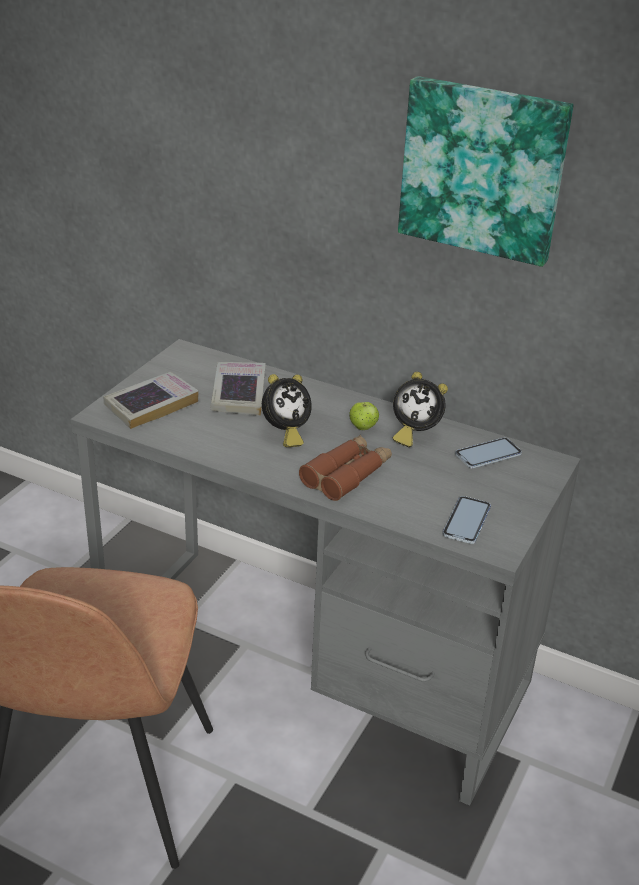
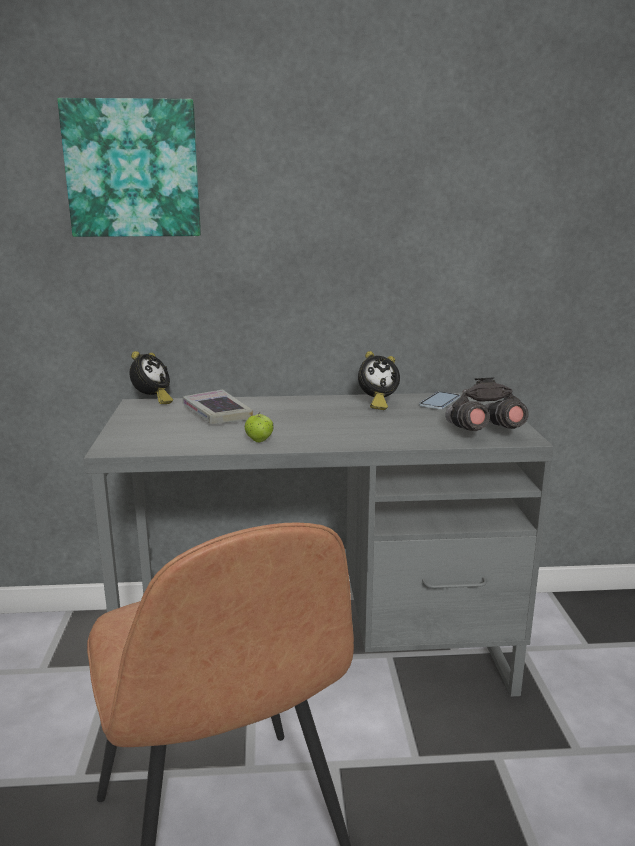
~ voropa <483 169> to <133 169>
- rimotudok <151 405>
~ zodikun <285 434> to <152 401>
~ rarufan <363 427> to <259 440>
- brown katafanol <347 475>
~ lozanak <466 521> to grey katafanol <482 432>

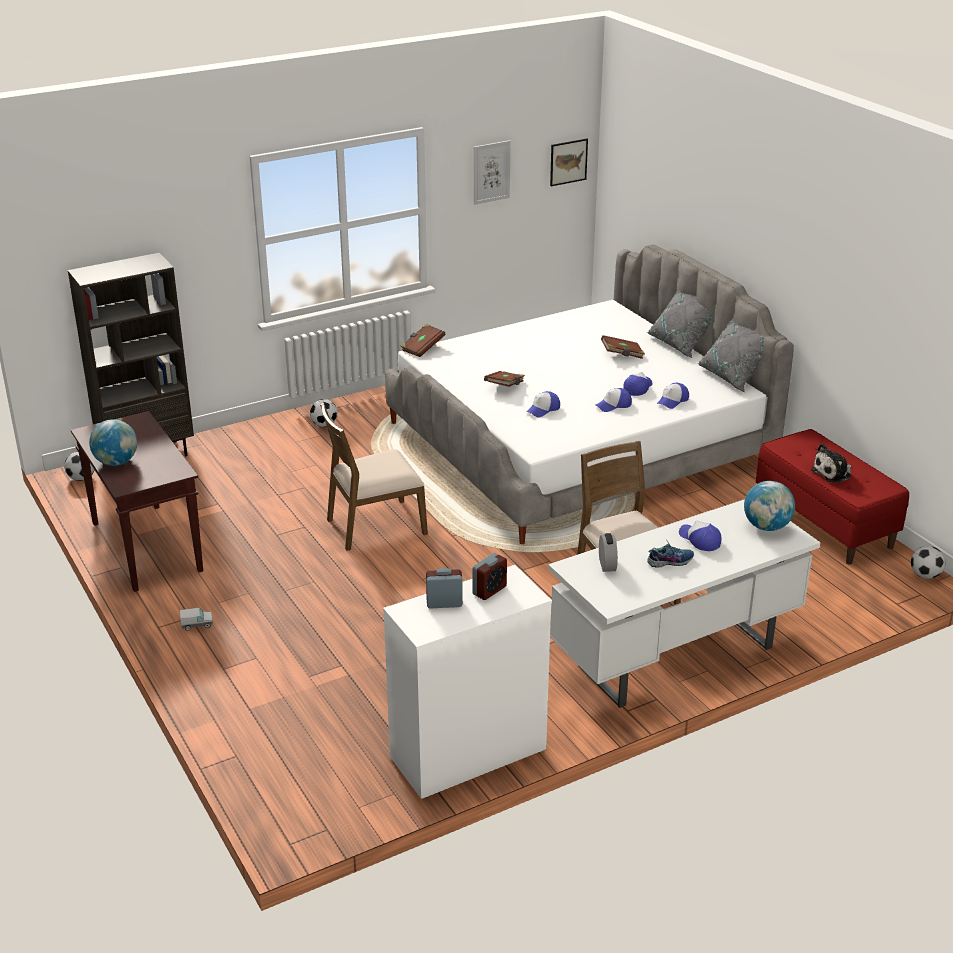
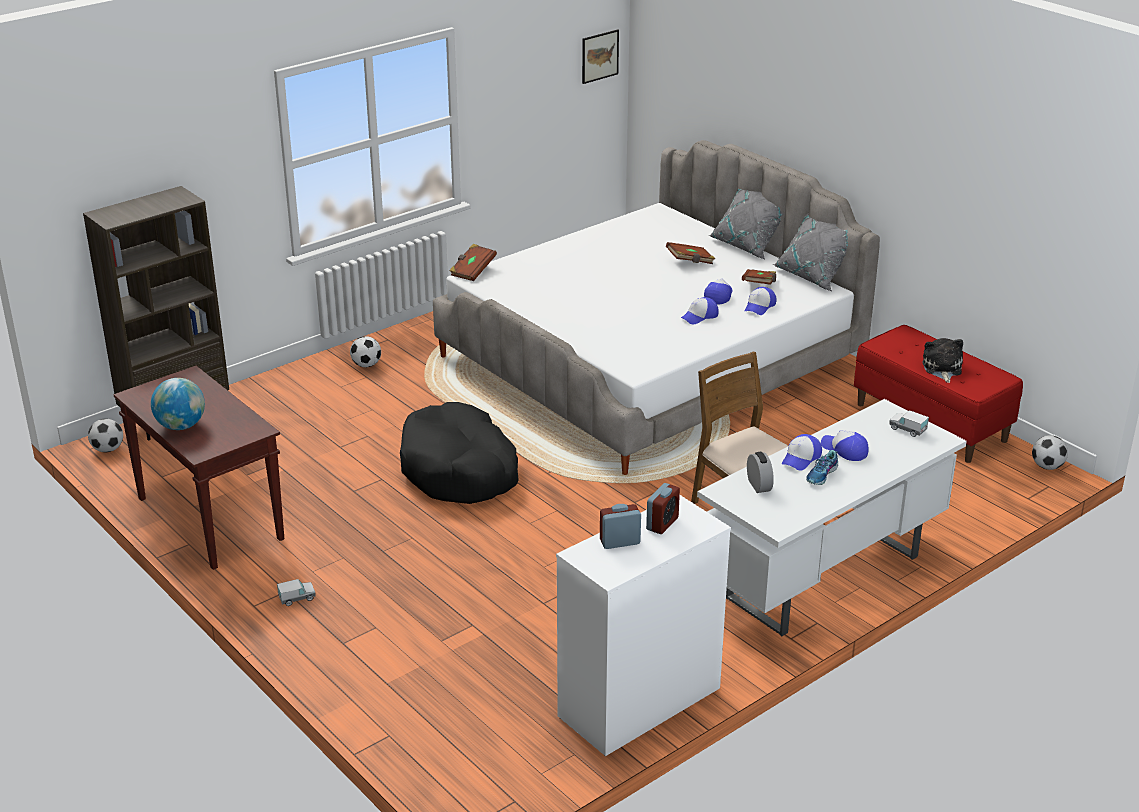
- voropa <491 172>
~ brown rimotudok <505 386> to <759 285>
~ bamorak <543 409> to <801 458>
~ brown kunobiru <375 526> to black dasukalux <459 470>
~ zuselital <833 473> = <942 368> 135 degrees clockwise
~ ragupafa <766 526> to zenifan <907 430>
~ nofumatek <670 561> = <822 475> 150 degrees clockwise

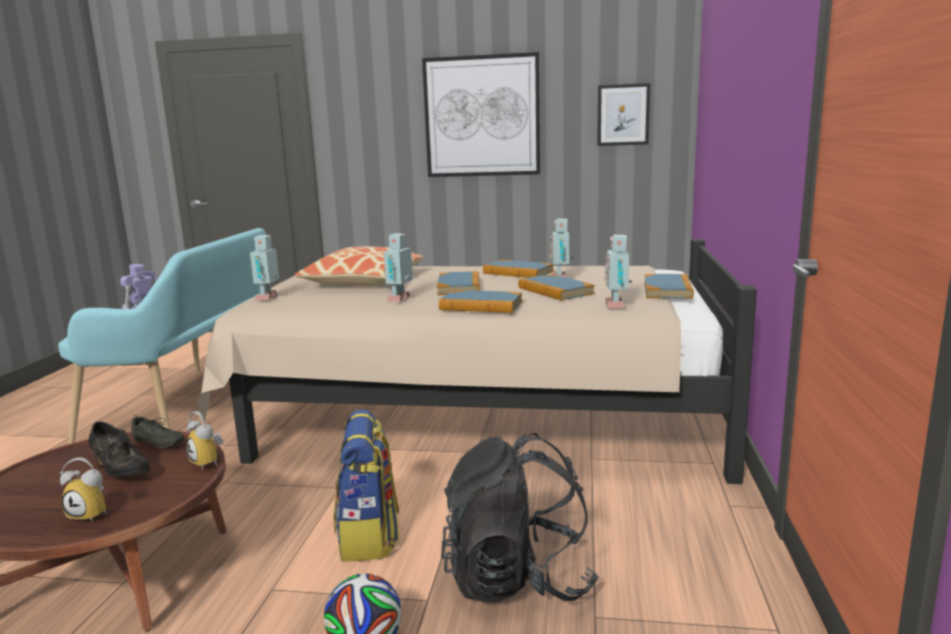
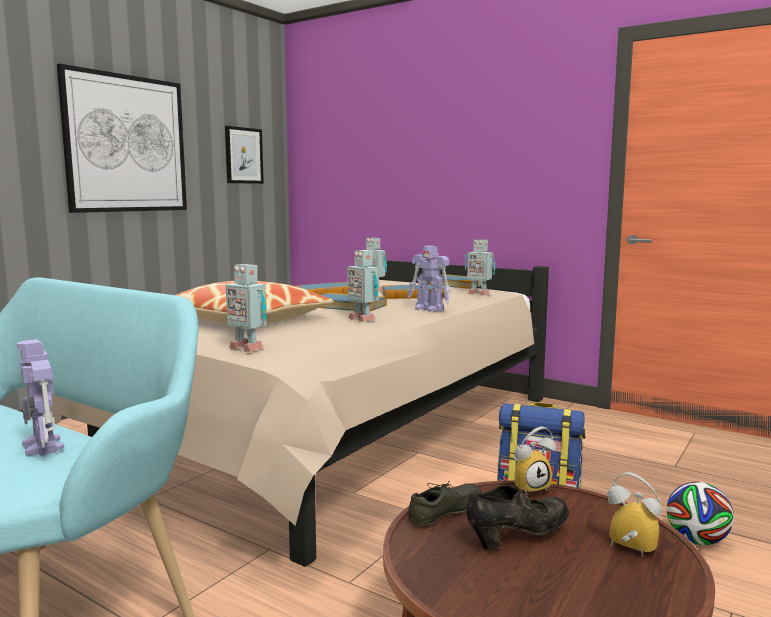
~ rimotudok <481 305> to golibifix <429 309>
- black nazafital <517 579>
~ zodikun <93 514> = <628 551> 90 degrees counterclockwise

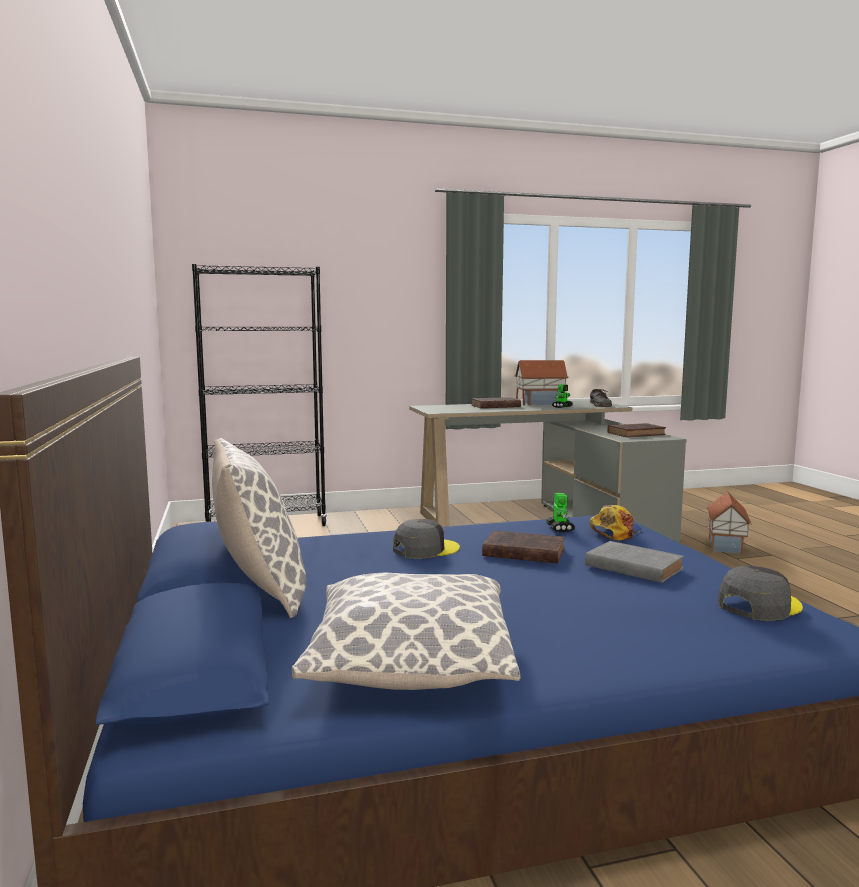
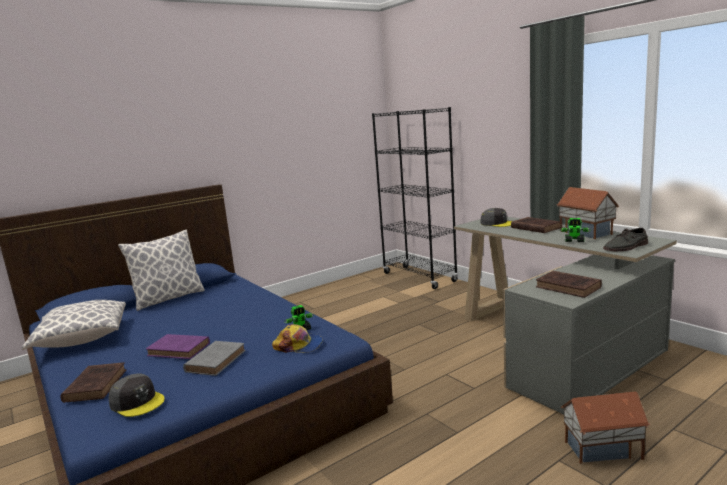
~ grey bamorak <425 549> to <497 223>
~ brown rimotudok <521 552> to <96 385>
+ purple rimotudok <180 350>

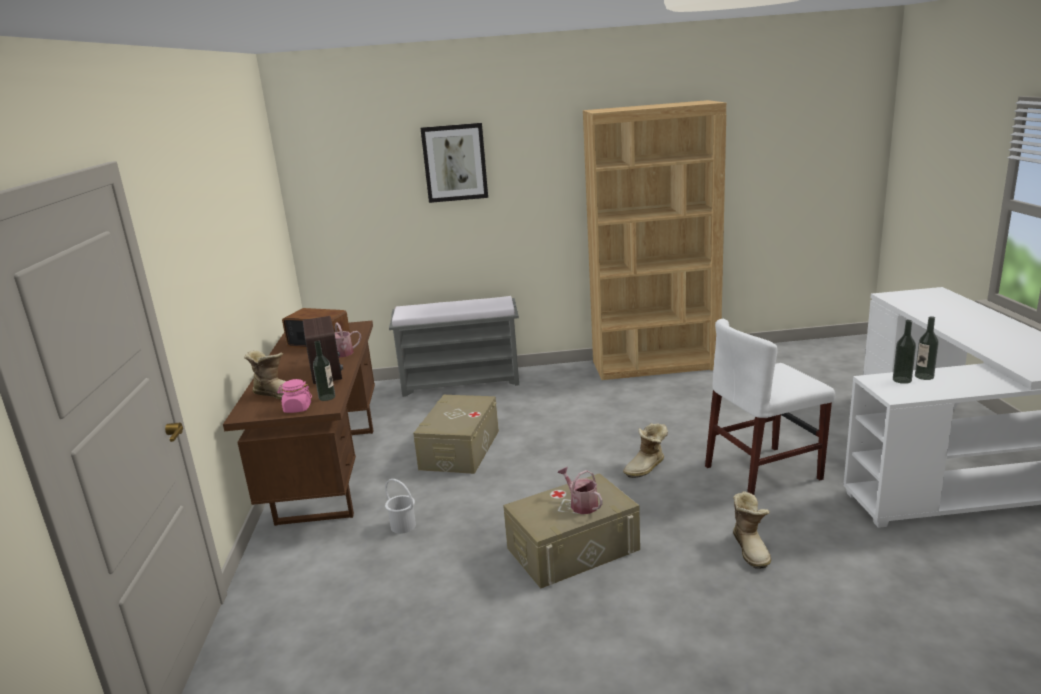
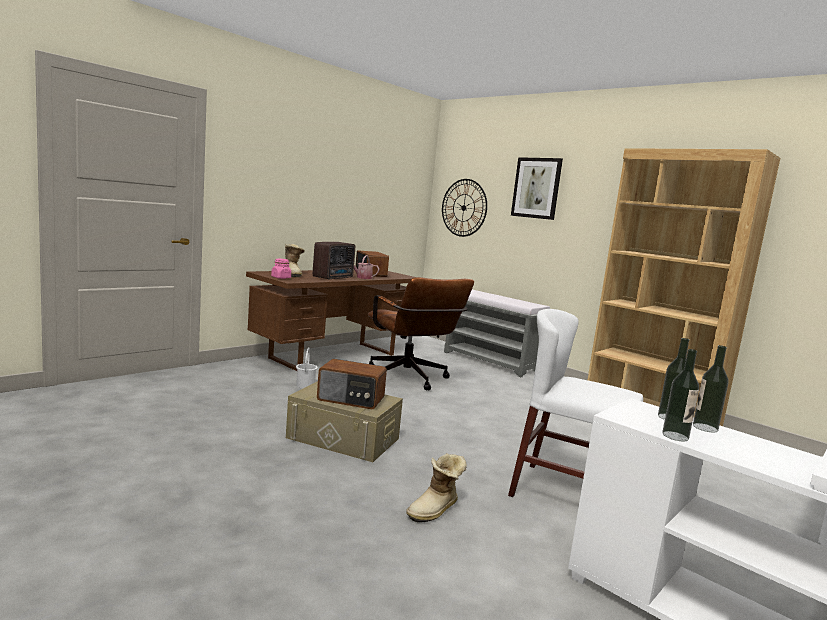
~ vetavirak <327 397> to <675 436>
~ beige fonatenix <460 450> to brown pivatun <410 380>
- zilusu <647 468>
~ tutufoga <581 504> to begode <351 399>
+ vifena <464 207>

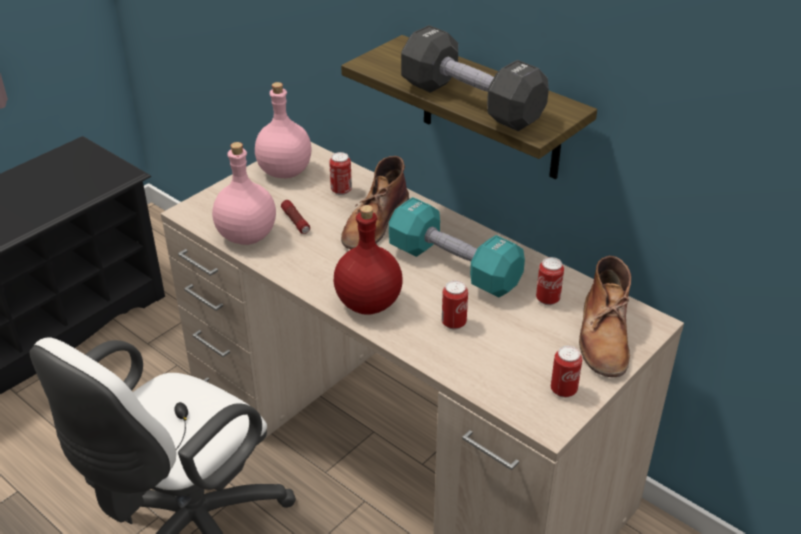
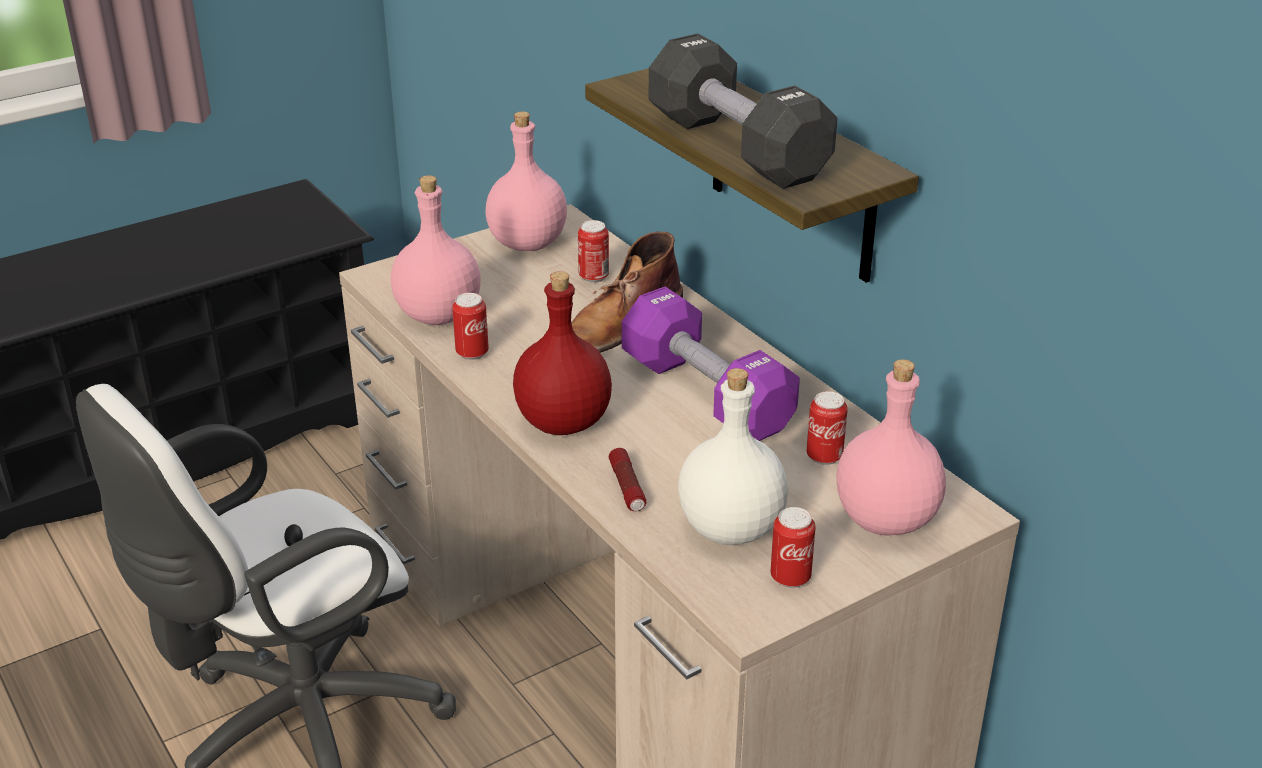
~ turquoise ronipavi <453 267> to purple ronipavi <706 395>
~ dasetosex <296 222> to <627 488>
~ brown zilusu <604 336> to pink vetavirak <886 518>
~ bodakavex <453 323> to <472 353>
+ white vetavirak <729 529>

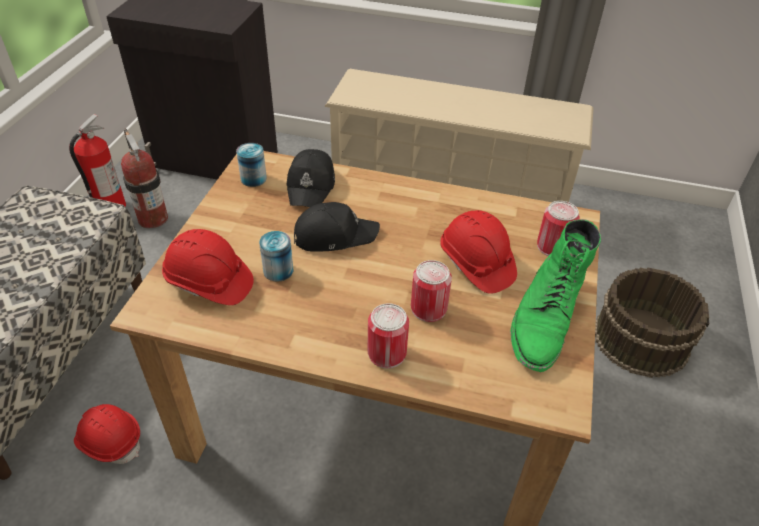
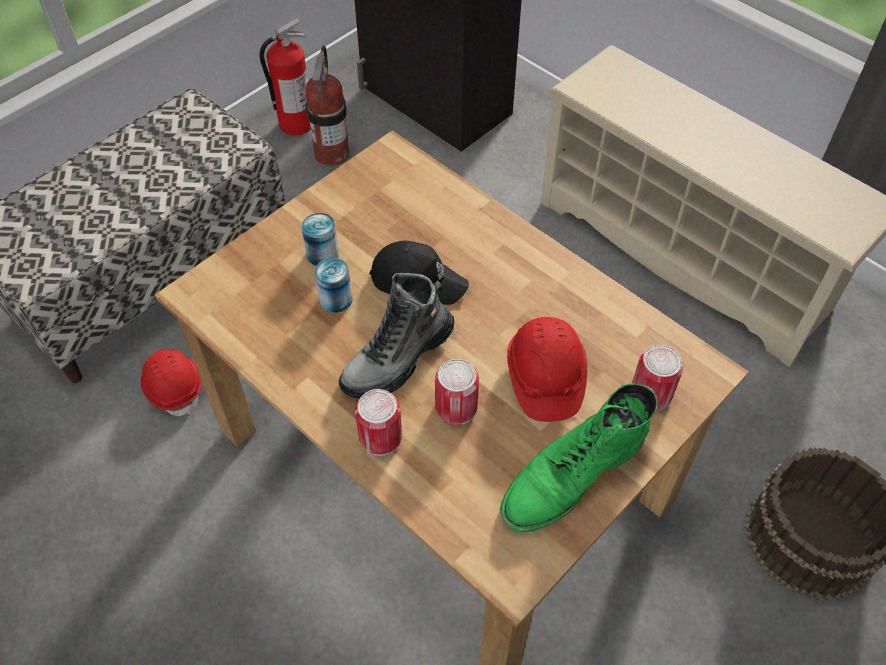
~ bodakavex <253 178> to <322 254>
- black bamorak <311 186>
- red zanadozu <209 283>
+ zilusu <398 359>

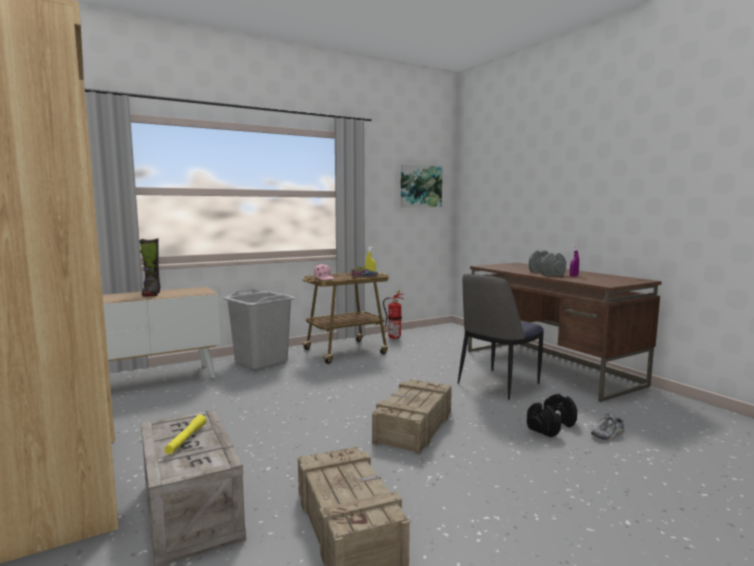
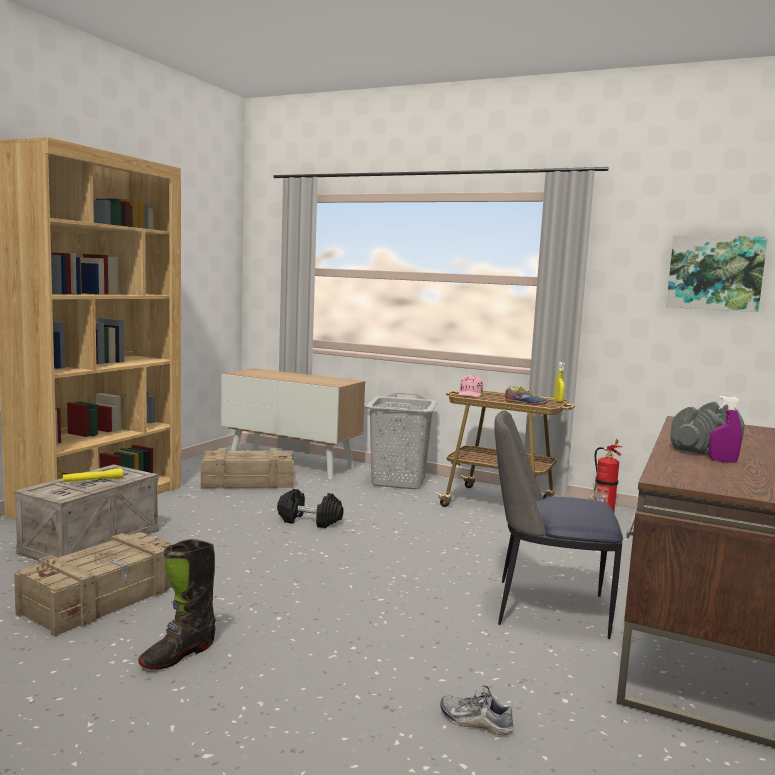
~ black zilusu <151 294> to <178 655>
~ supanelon <413 427> to <247 482>
~ black ronipavi <551 426> to <310 521>

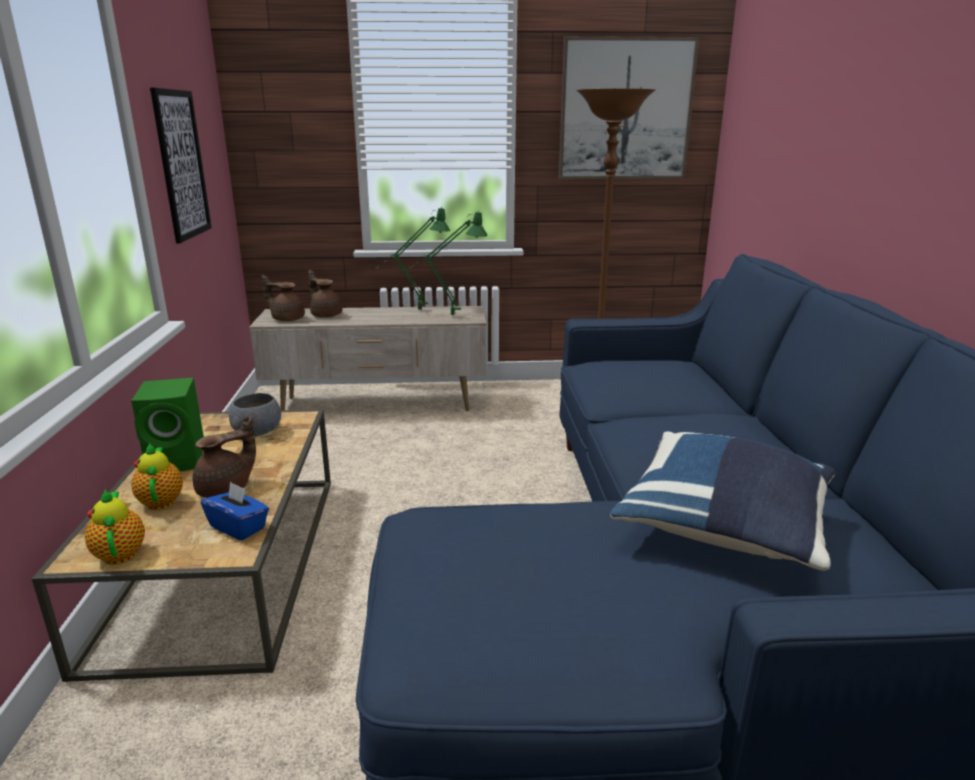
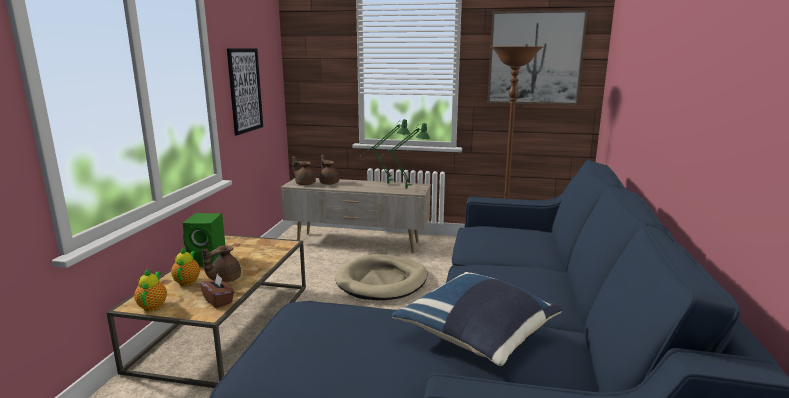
- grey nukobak <256 432>
~ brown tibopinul <226 489> = <224 279> 150 degrees clockwise
~ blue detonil <238 527> to brown detonil <218 301>
+ beige dasukalux <382 281>

